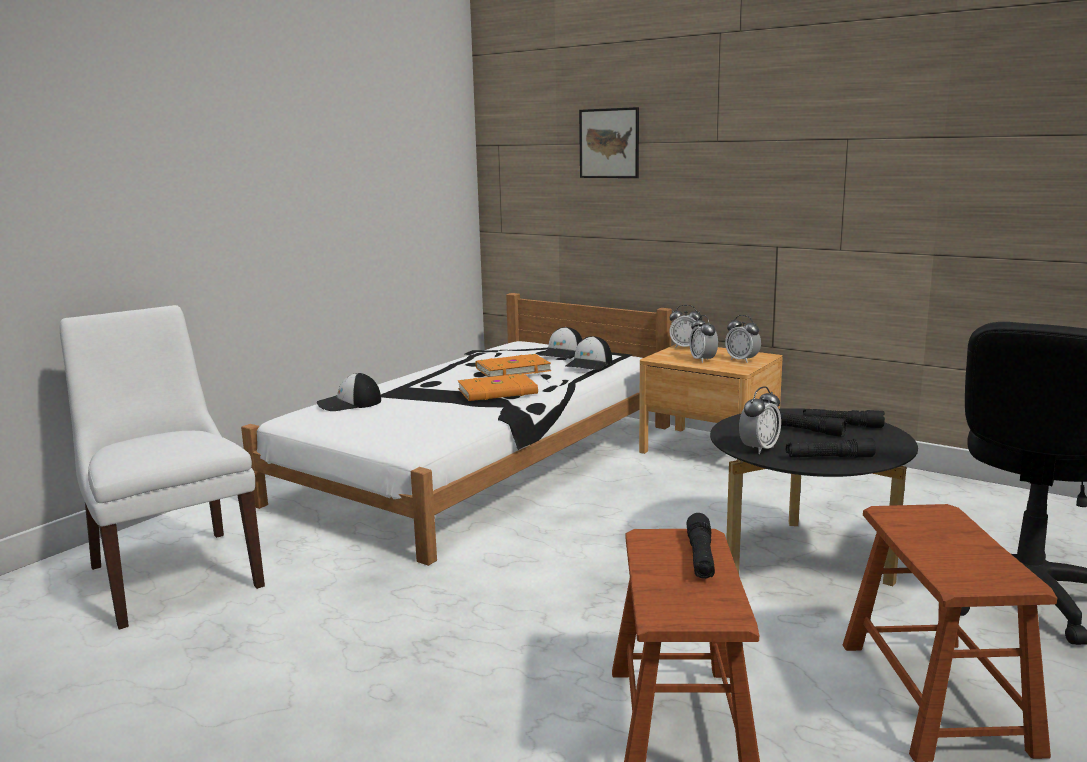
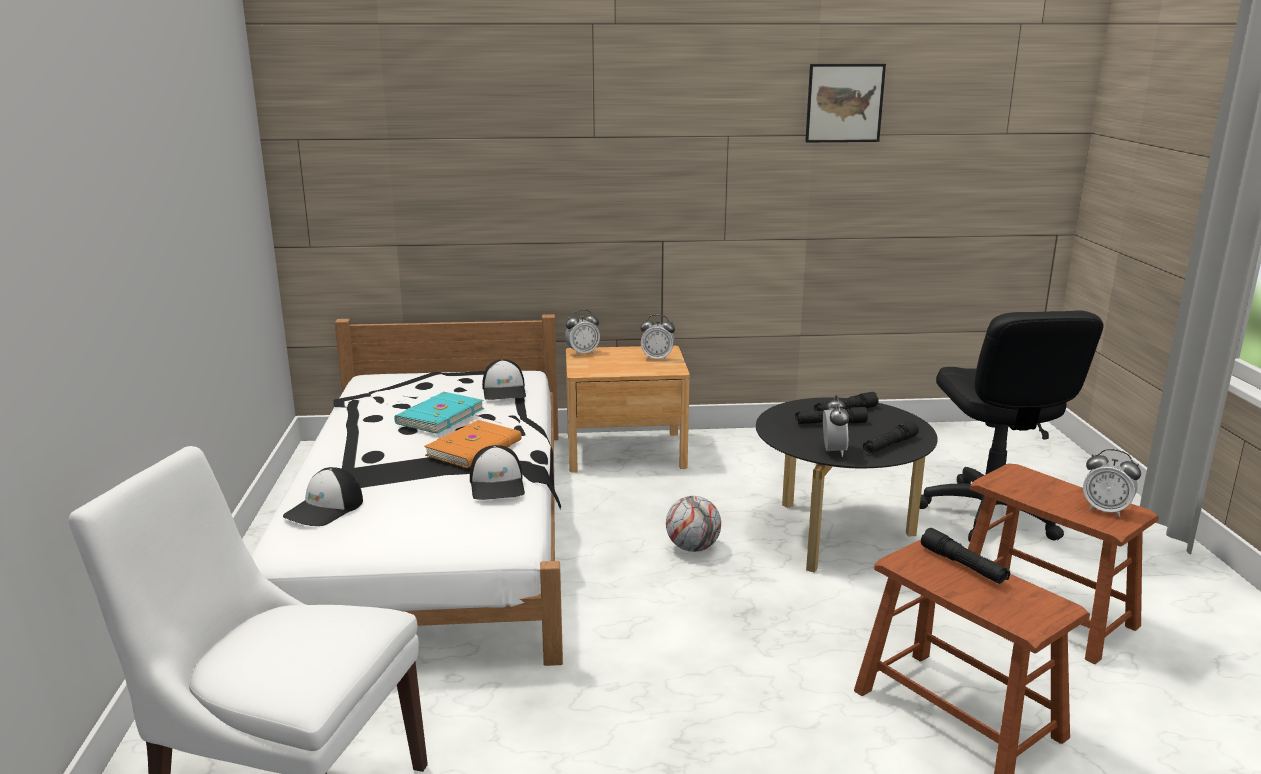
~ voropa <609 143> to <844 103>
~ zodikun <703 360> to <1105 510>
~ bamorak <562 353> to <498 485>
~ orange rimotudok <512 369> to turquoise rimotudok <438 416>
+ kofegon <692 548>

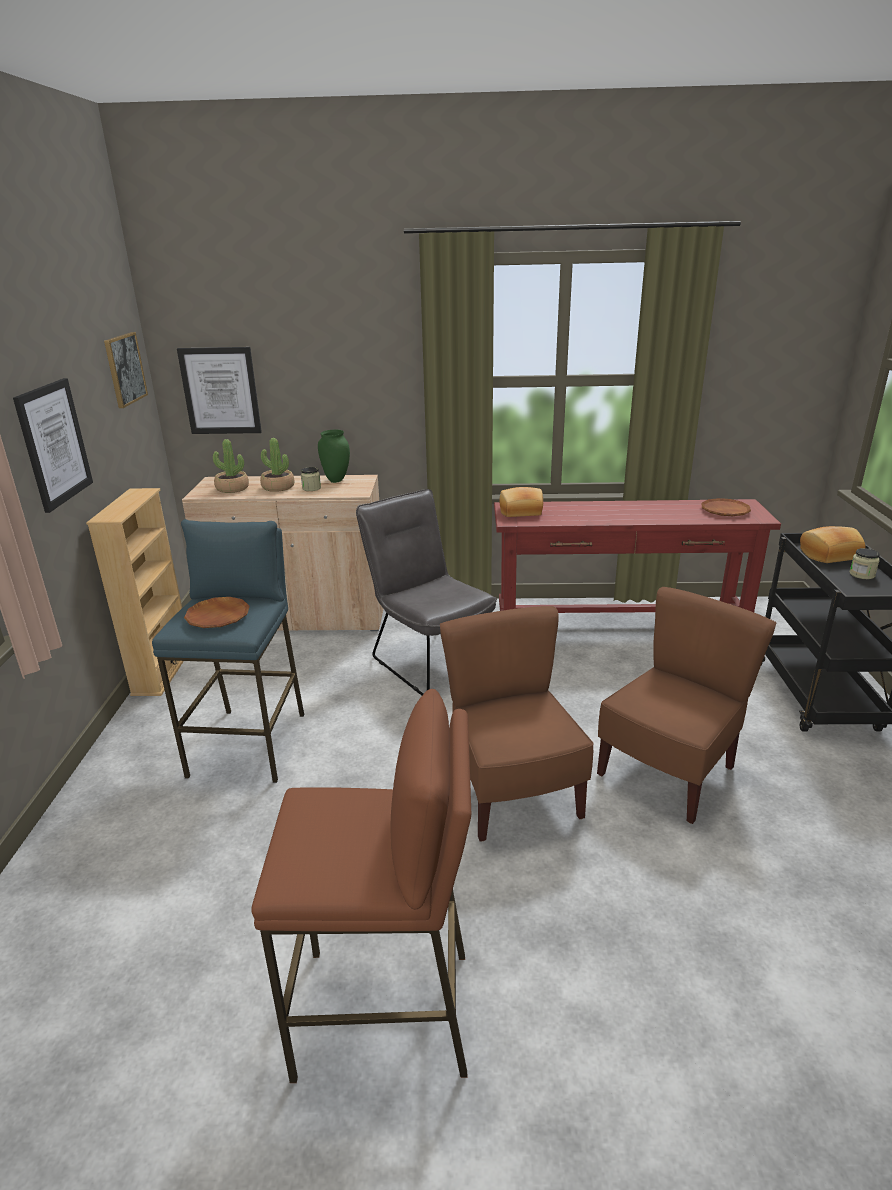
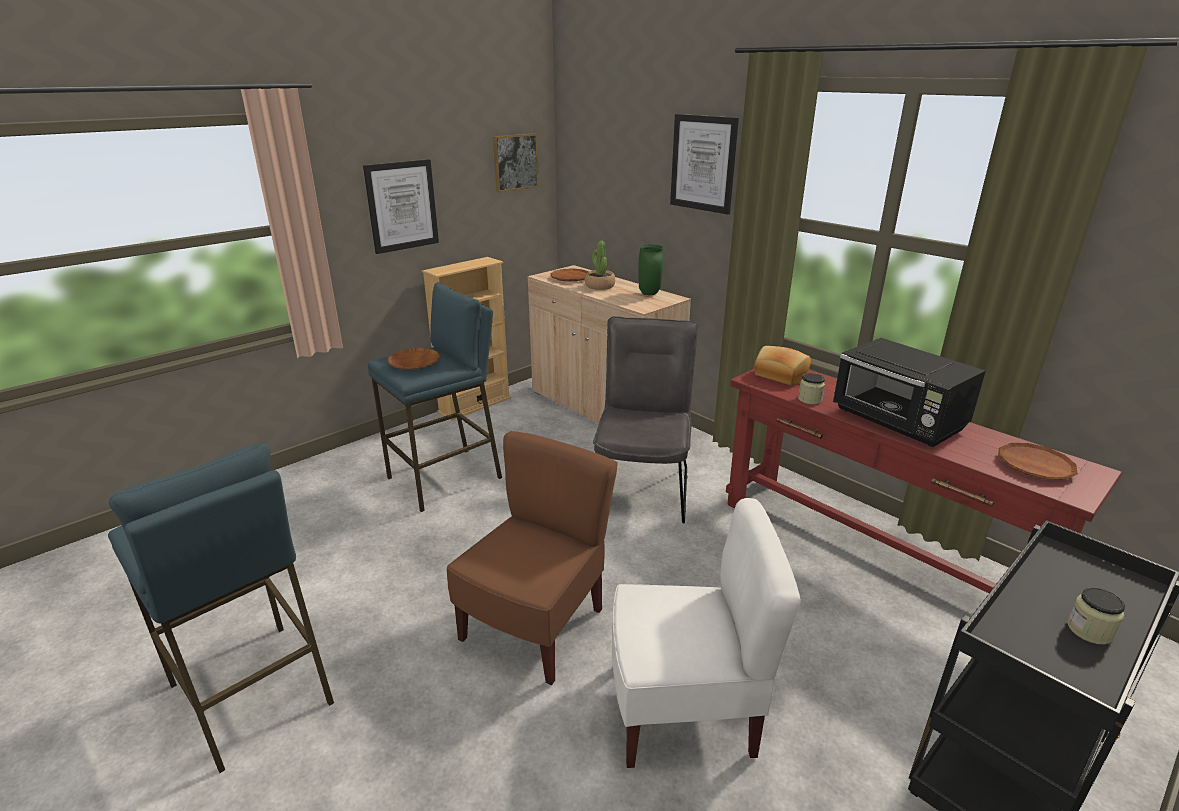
~ voropa <220 391> to <703 163>
~ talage <232 488> to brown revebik <570 278>
~ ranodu <311 488> to <810 399>
- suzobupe <828 554>
~ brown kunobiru <668 772> to white kunobiru <684 710>
~ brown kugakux <385 1013> to blue kugakux <251 694>
+ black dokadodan <898 422>

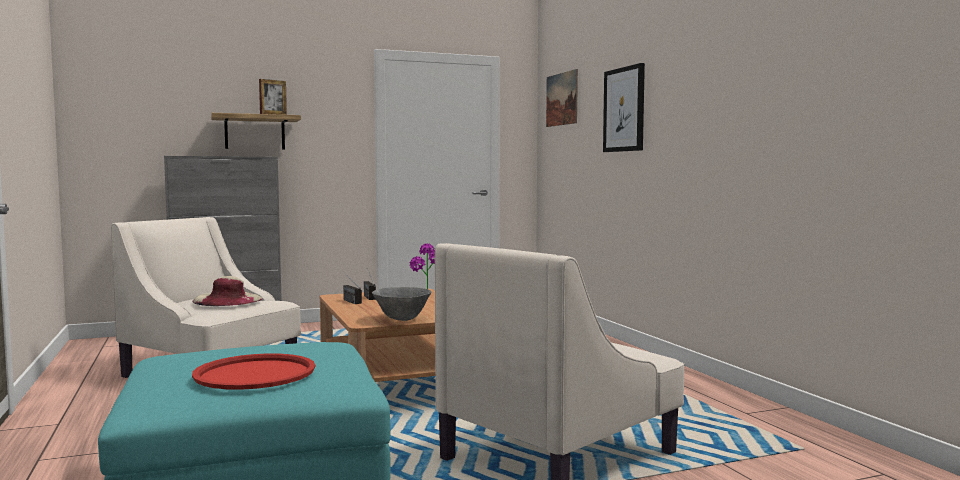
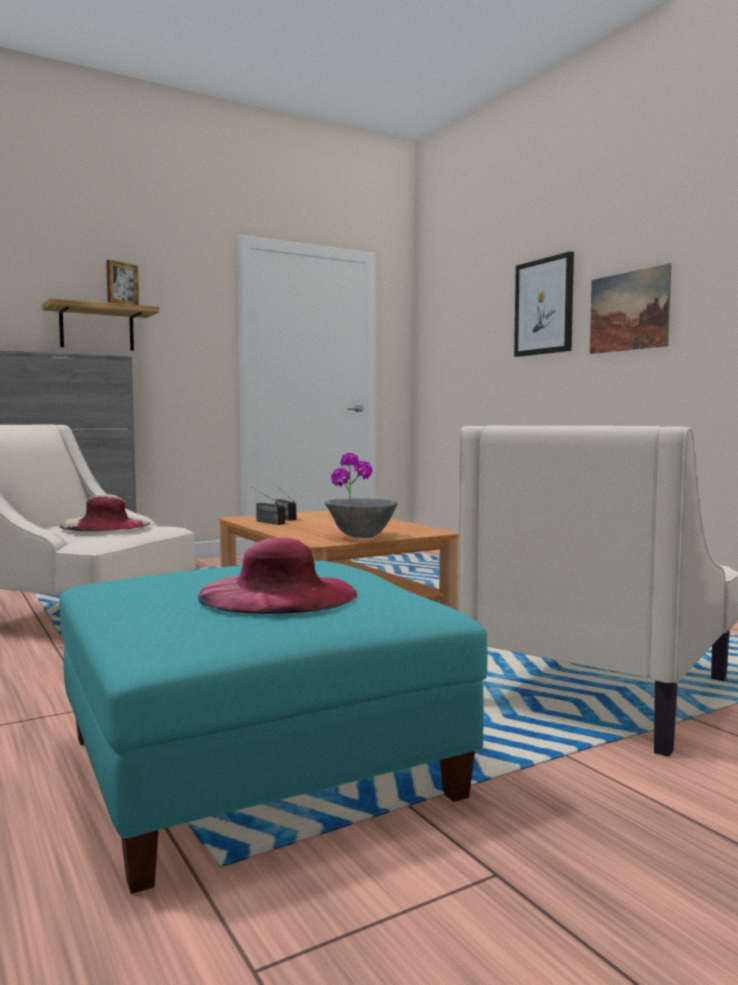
~ voropa <562 99> to <628 311>
~ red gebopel <255 373> to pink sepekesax <278 594>

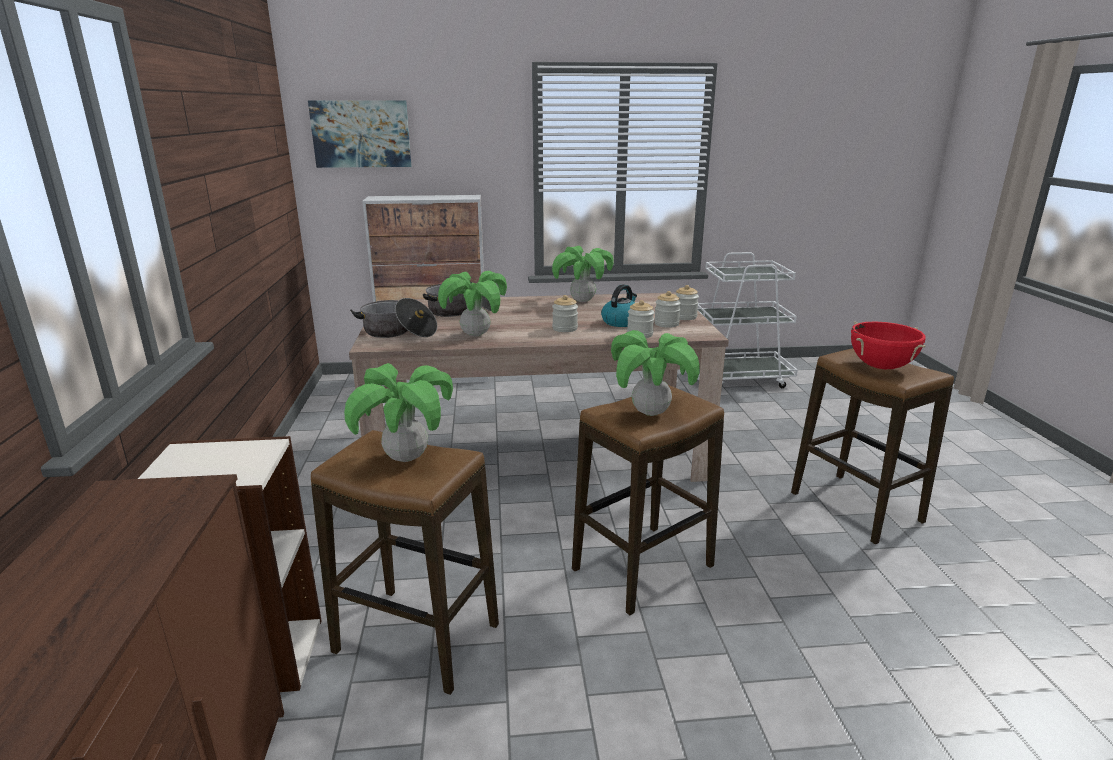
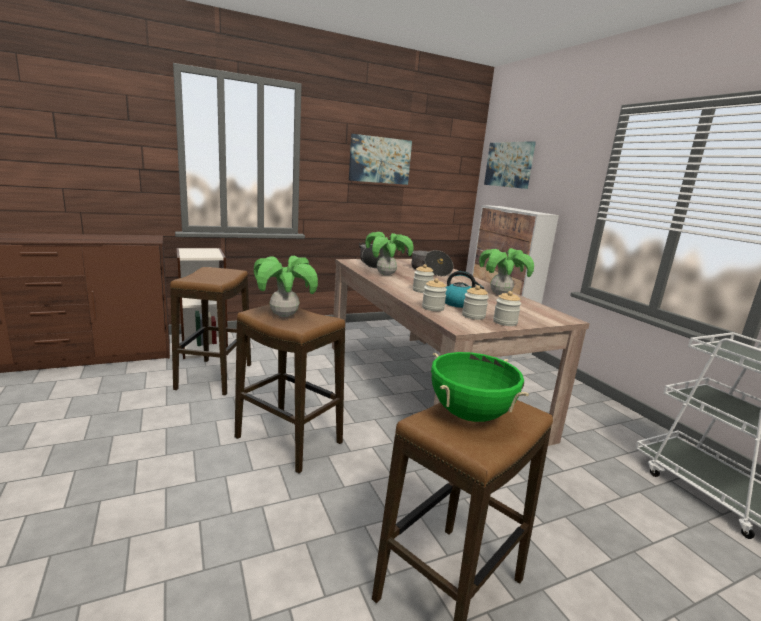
~ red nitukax <880 367> to green nitukax <469 415>
- talage <406 458>
+ voropa <380 160>

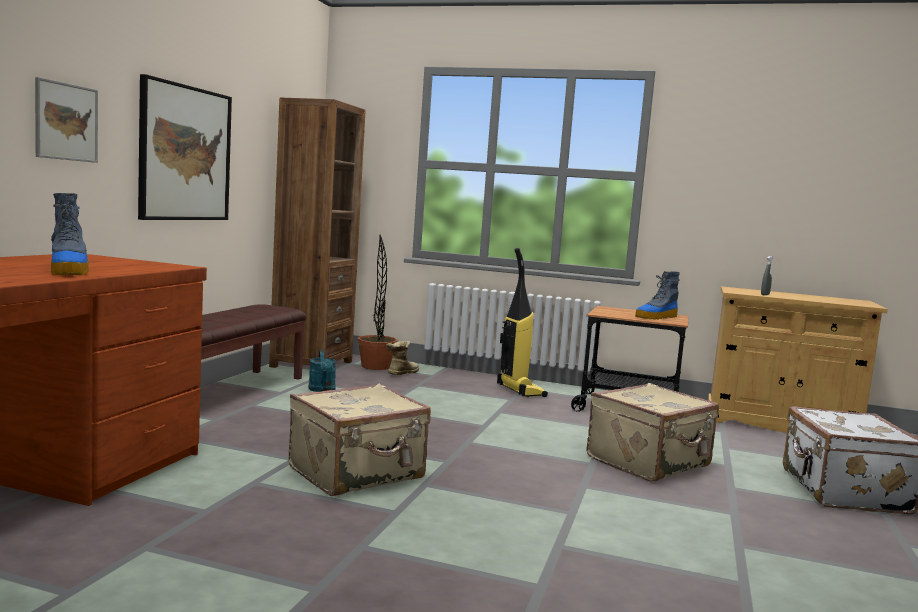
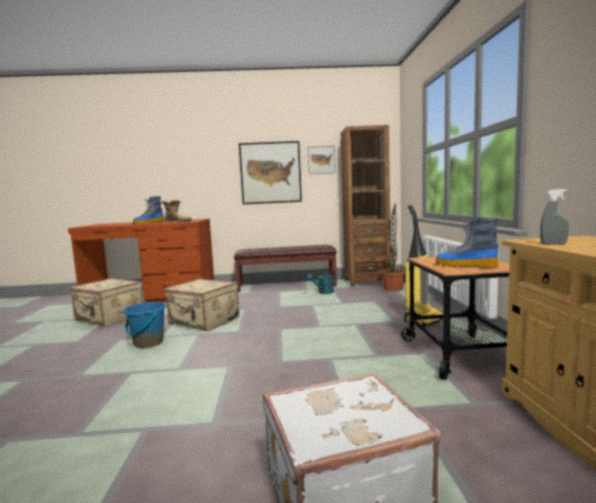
~ voropa <66 122> to <321 160>
~ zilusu <401 373> to <177 222>
~ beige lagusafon <650 462> to <109 318>
+ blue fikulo <148 343>

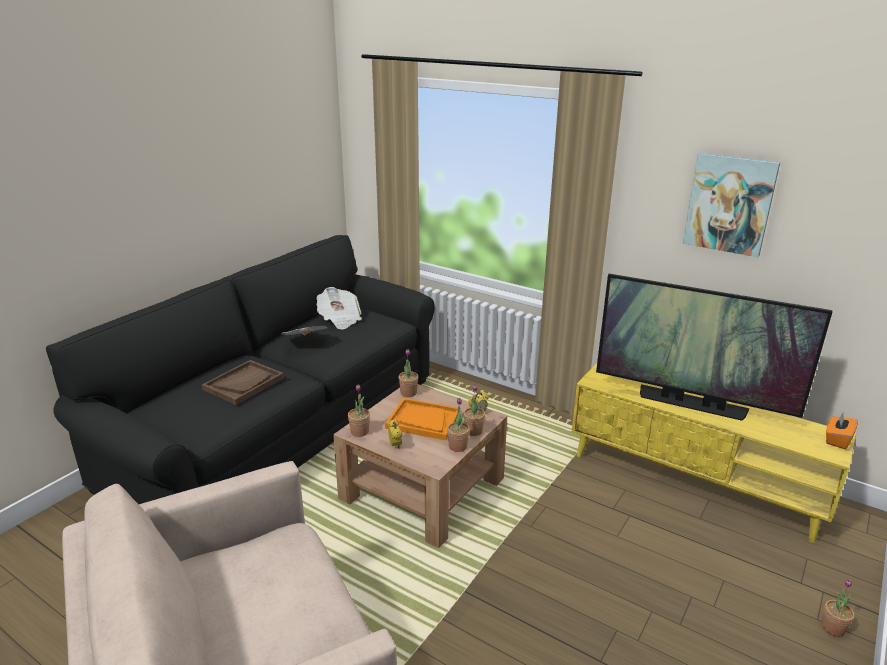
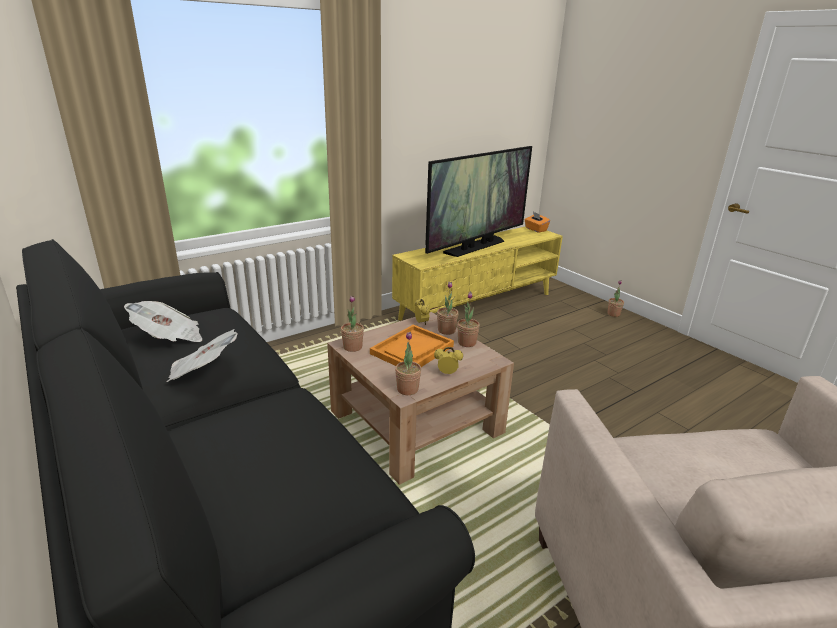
- voropa <729 204>
- brown gebopel <244 383>

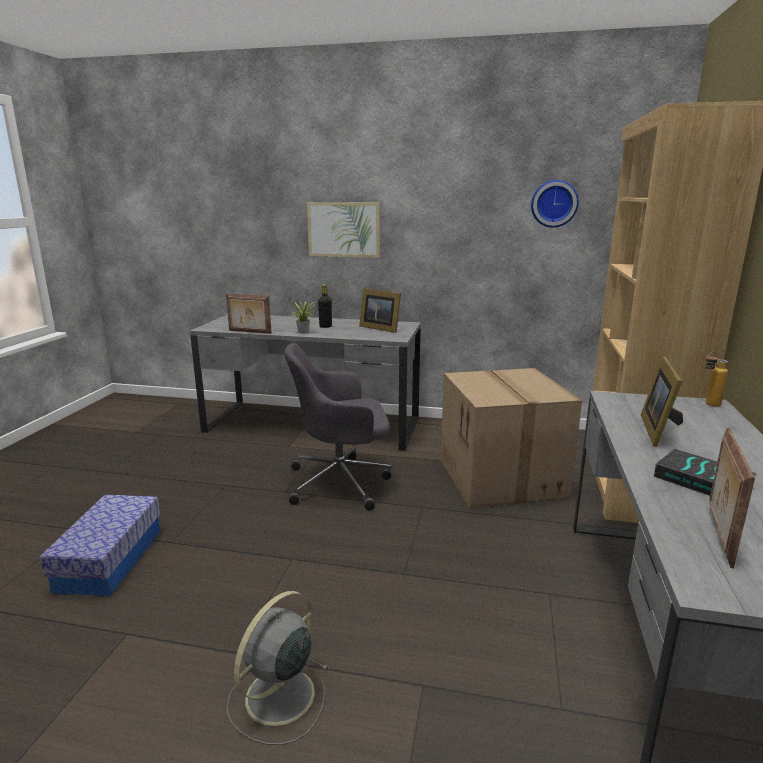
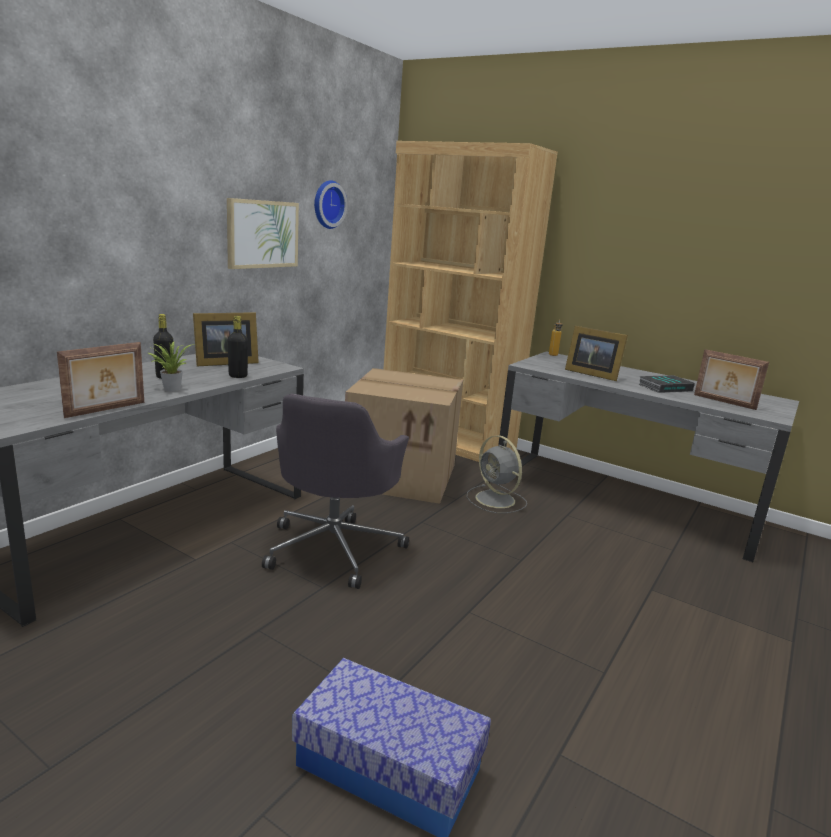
~ voropa <344 229> to <262 234>
~ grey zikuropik <277 698> to <496 500>
+ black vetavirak <238 376>

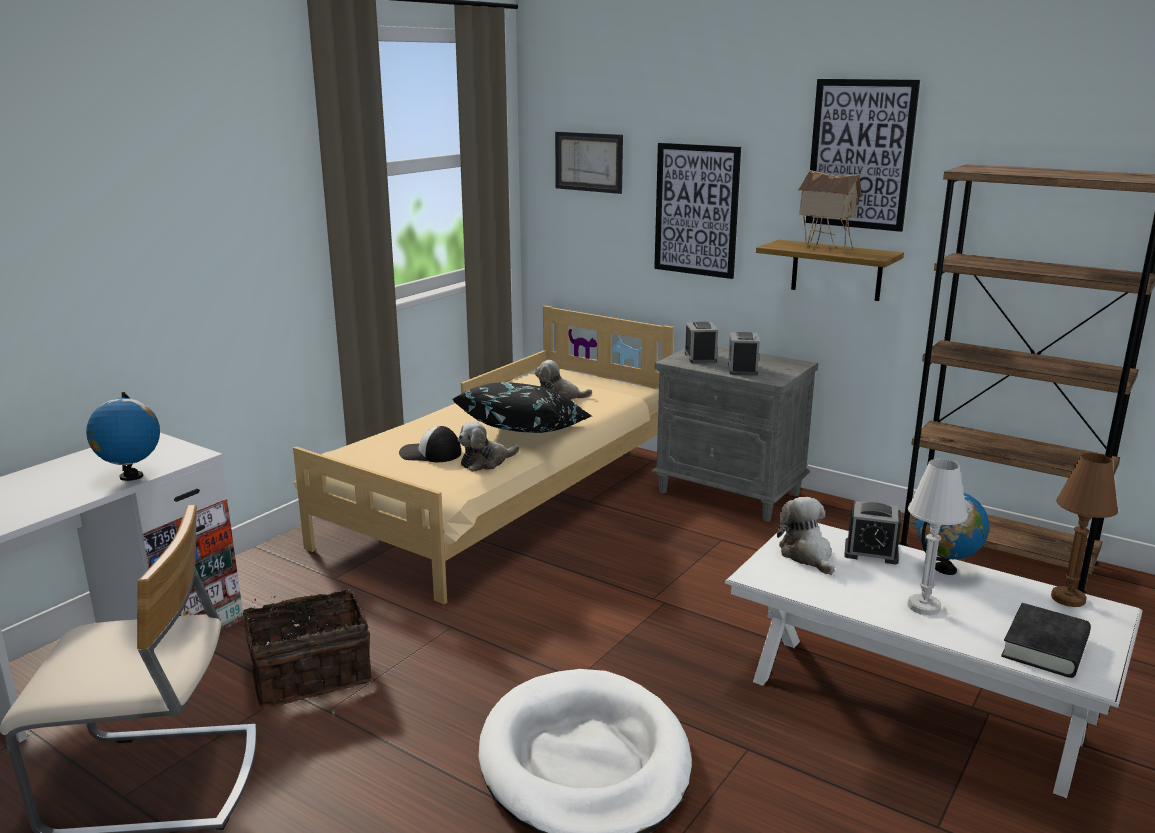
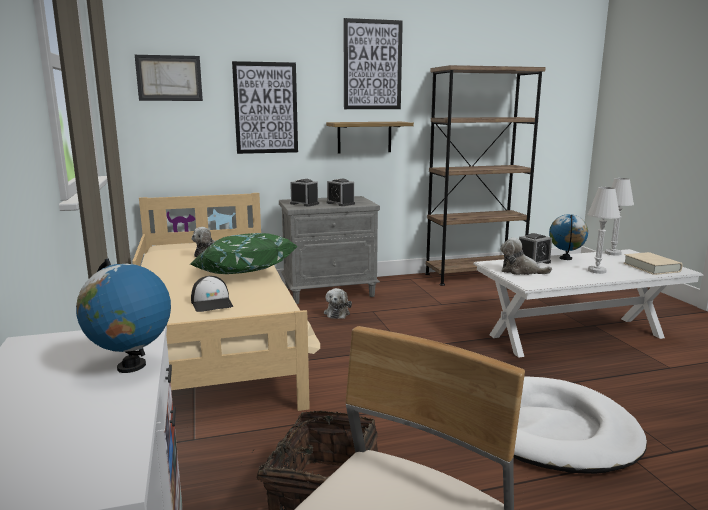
- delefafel <824 248>
~ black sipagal <525 431> to green sipagal <242 274>
~ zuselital <486 462> to <337 313>
~ bamorak <430 453> = <212 303> 75 degrees counterclockwise
~ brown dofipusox <1068 598> to white dofipusox <612 253>
~ black rimotudok <1045 647> to beige rimotudok <651 267>

